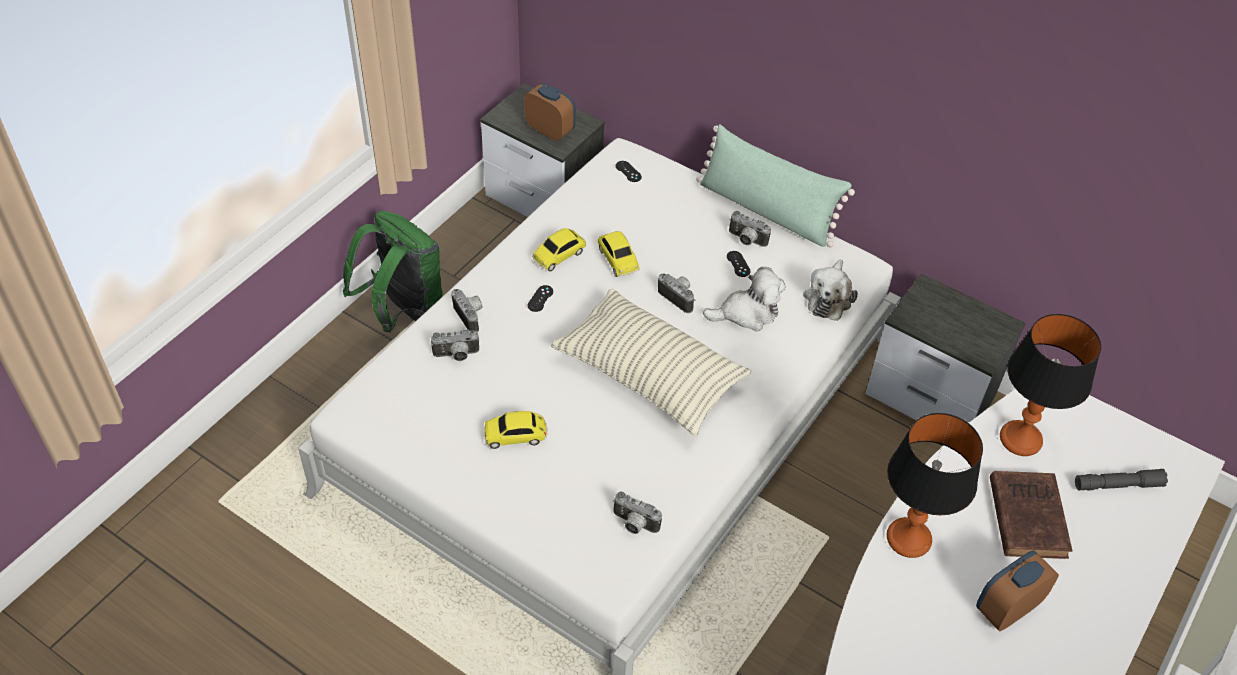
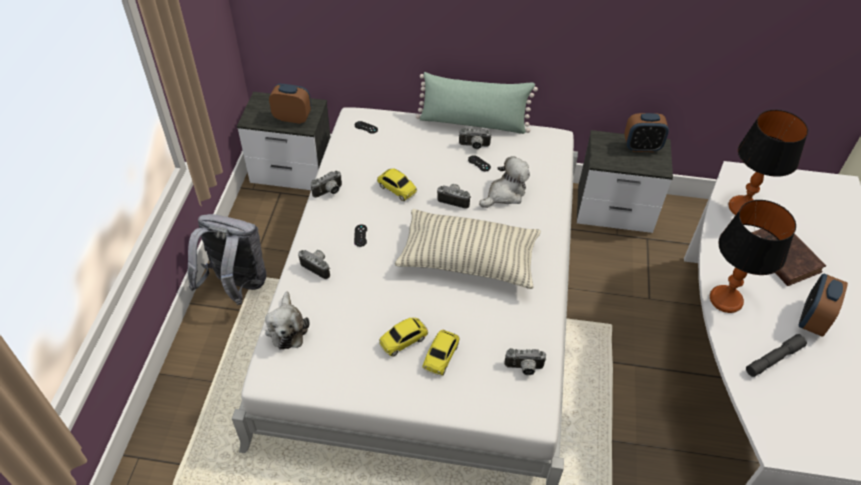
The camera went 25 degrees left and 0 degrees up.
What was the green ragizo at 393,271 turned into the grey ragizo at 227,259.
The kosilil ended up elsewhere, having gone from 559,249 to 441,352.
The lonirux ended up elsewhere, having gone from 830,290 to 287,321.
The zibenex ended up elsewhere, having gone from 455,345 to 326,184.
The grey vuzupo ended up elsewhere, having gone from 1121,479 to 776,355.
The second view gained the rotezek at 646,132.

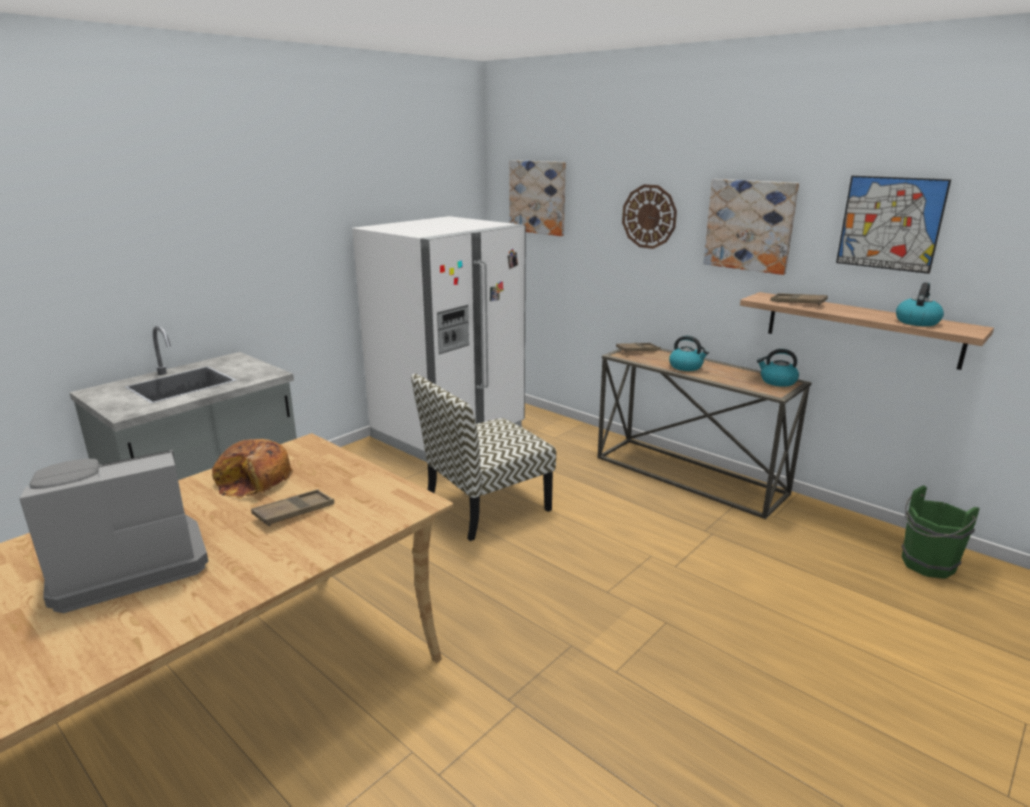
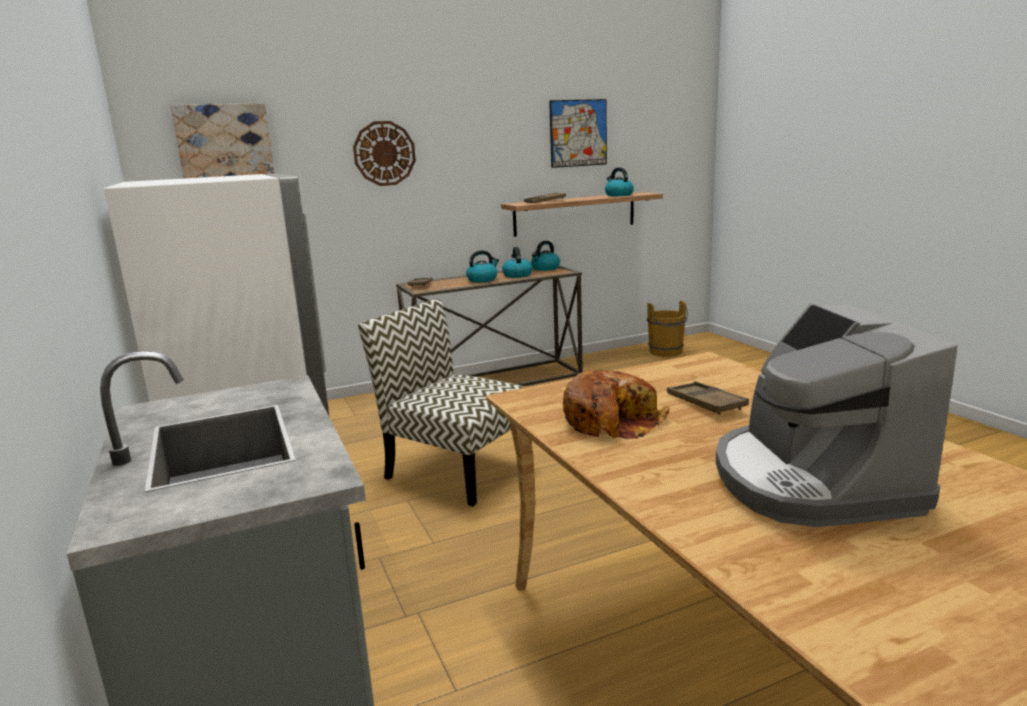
The camera went 65 degrees left and 5 degrees down.
The second view lost the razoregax at 751,227.
The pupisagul at 483,457 ended up facing another way, 135 degrees clockwise from before.
What was the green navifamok at 940,532 turned into the brown navifamok at 667,329.
The second view gained the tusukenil at 517,262.

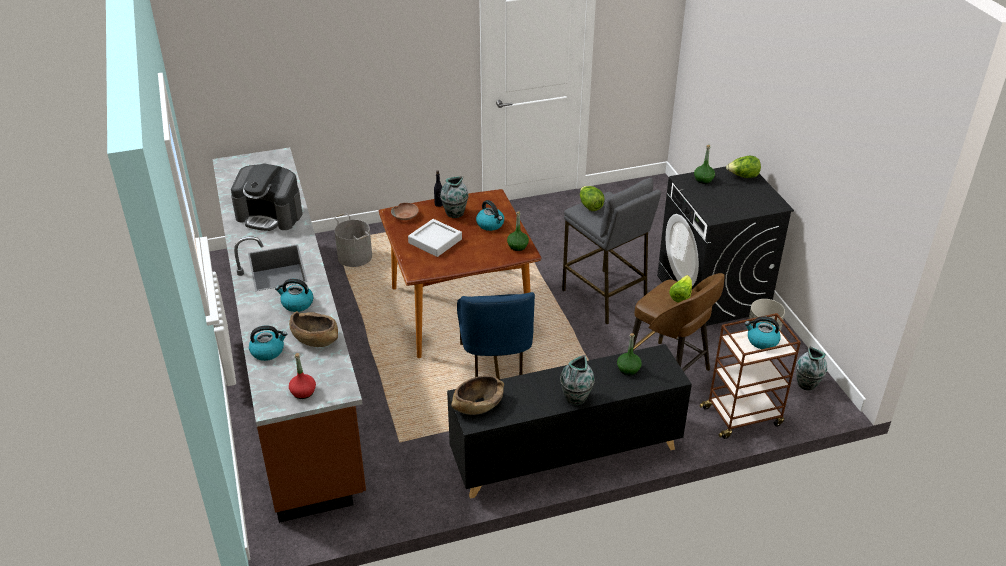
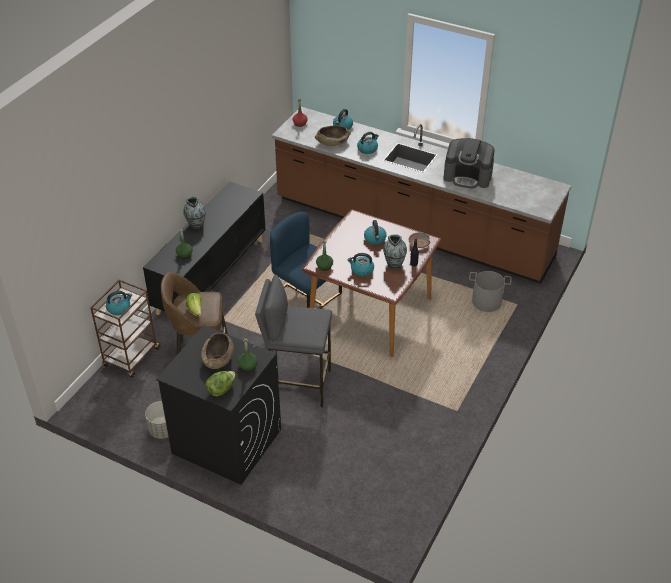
The camera went 135 degrees right and 5 degrees up.
The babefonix at 267,197 ended up facing another way, 135 degrees counterclockwise from before.
The second view lost the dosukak at 592,198.
Where the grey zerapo stood at 435,238, the tusukenil came to stand at 375,232.
The second view lost the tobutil at 811,368.
The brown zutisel ended up elsewhere, having gone from 477,395 to 217,351.

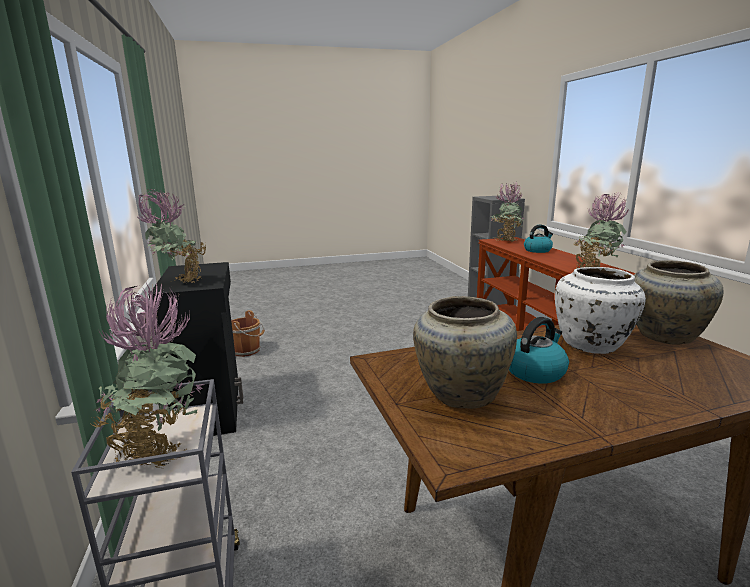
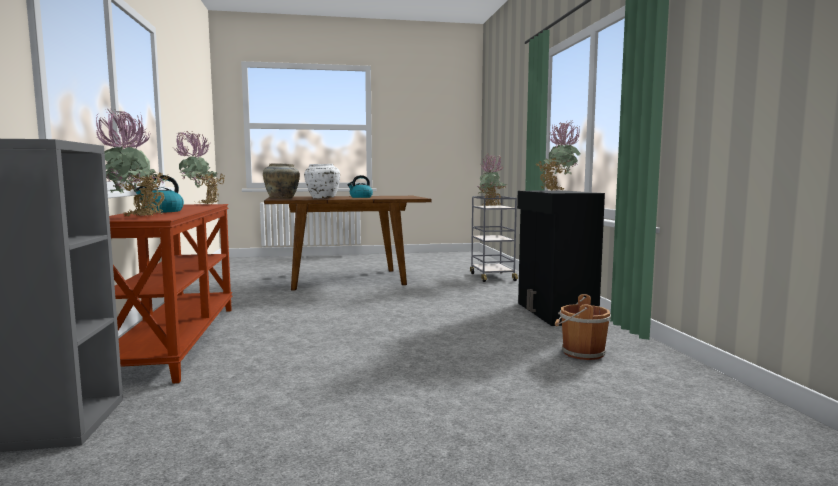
The camera went 175 degrees left and 10 degrees down.
The second view lost the beige tobutil at 465,352.

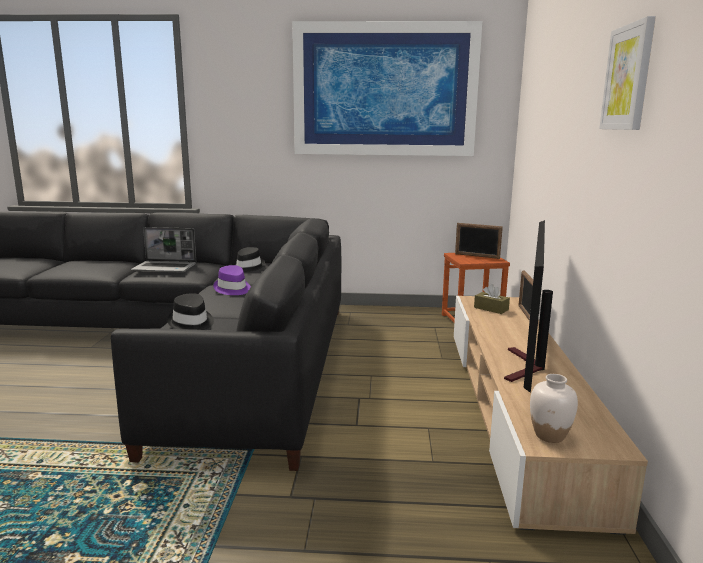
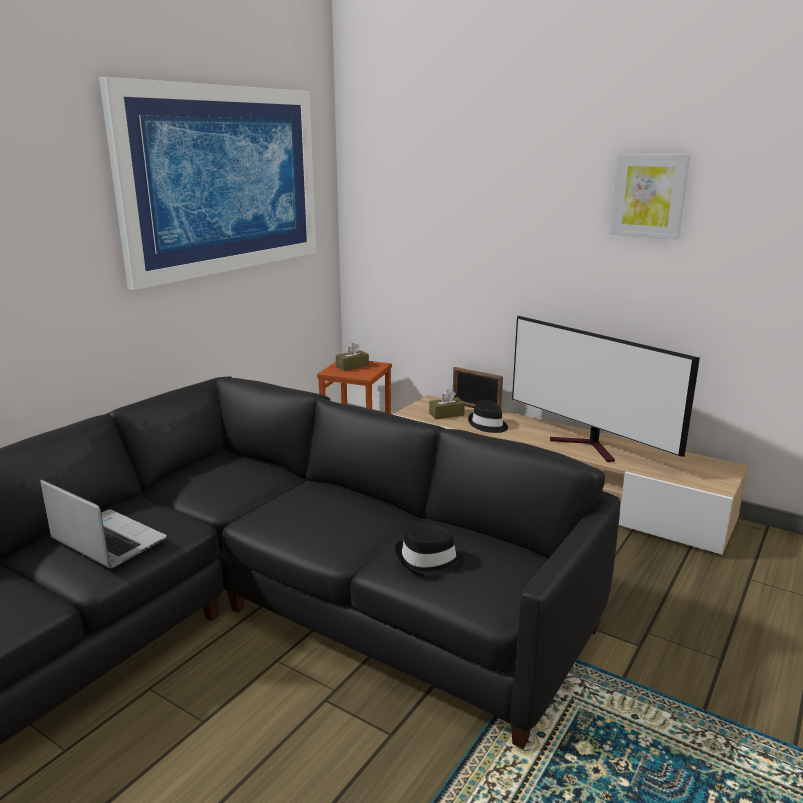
The camera went 60 degrees left and 5 degrees up.
Where the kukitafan stood at 479,241, the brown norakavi came to stand at 352,357.
The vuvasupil at 163,249 ended up facing another way, 90 degrees counterclockwise from before.
The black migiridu ended up elsewhere, having gone from 250,259 to 488,416.
The second view lost the purple migiridu at 232,280.
The second view lost the white tobutil at 554,408.

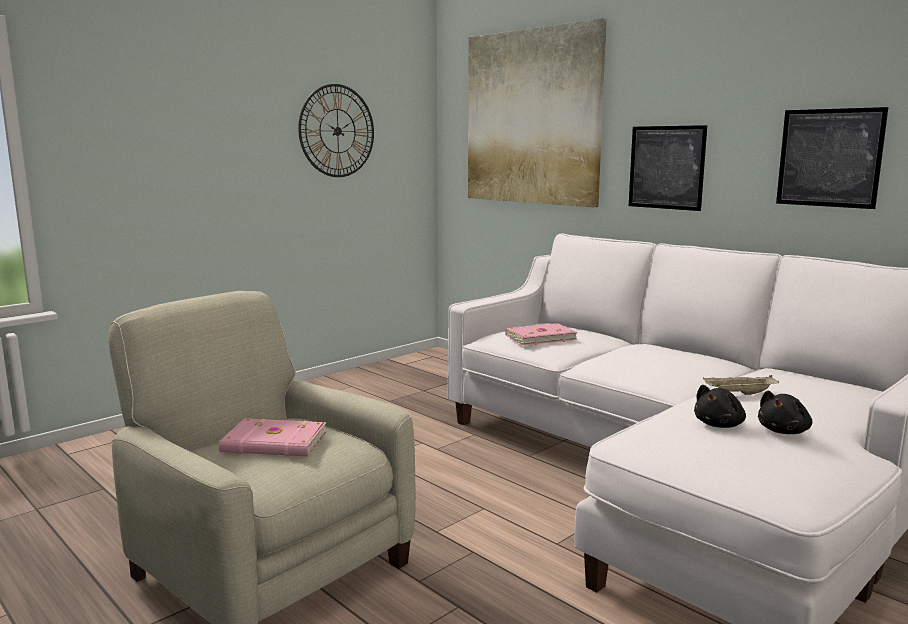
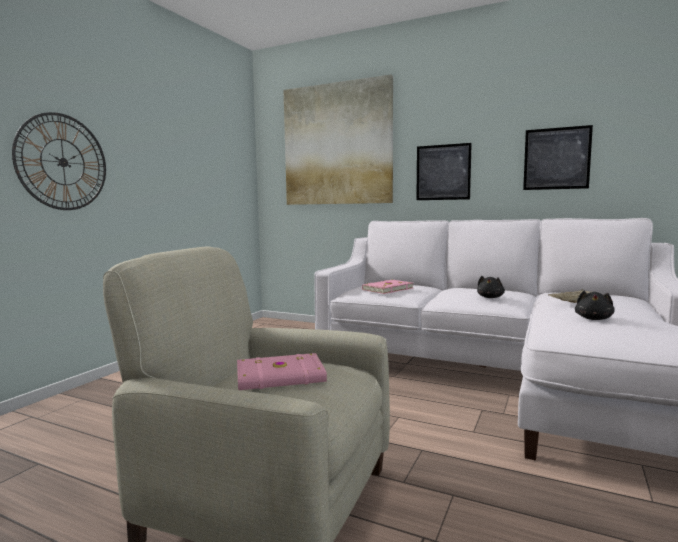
The camera went 20 degrees left and 5 degrees down.
The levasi ended up elsewhere, having gone from 336,130 to 59,161.
The black lonirux ended up elsewhere, having gone from 785,412 to 491,287.

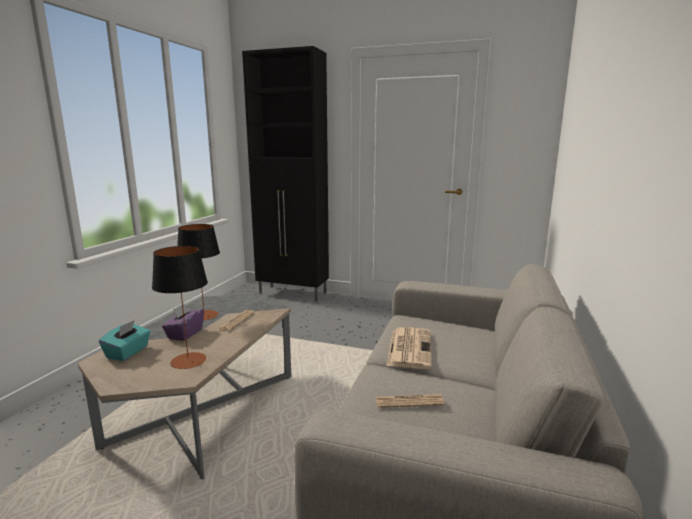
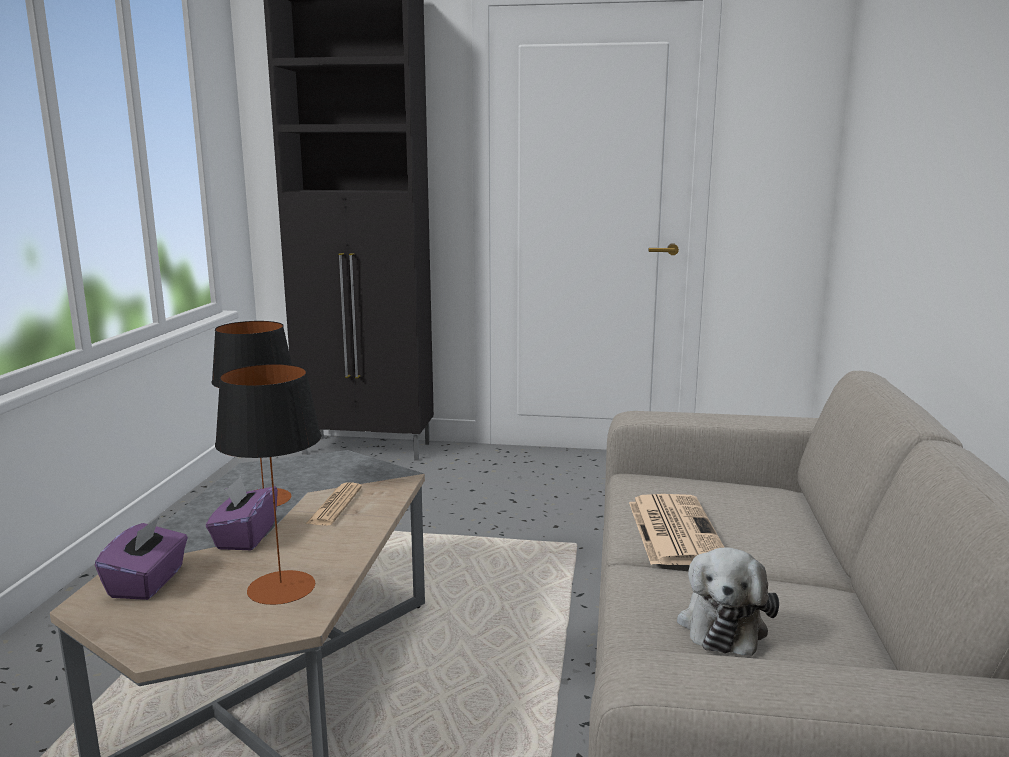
The camera went 10 degrees left and 0 degrees up.
What was the turquoise norakavi at 125,340 turned into the purple norakavi at 141,558.
Where the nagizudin stood at 410,401, the lonirux came to stand at 728,601.

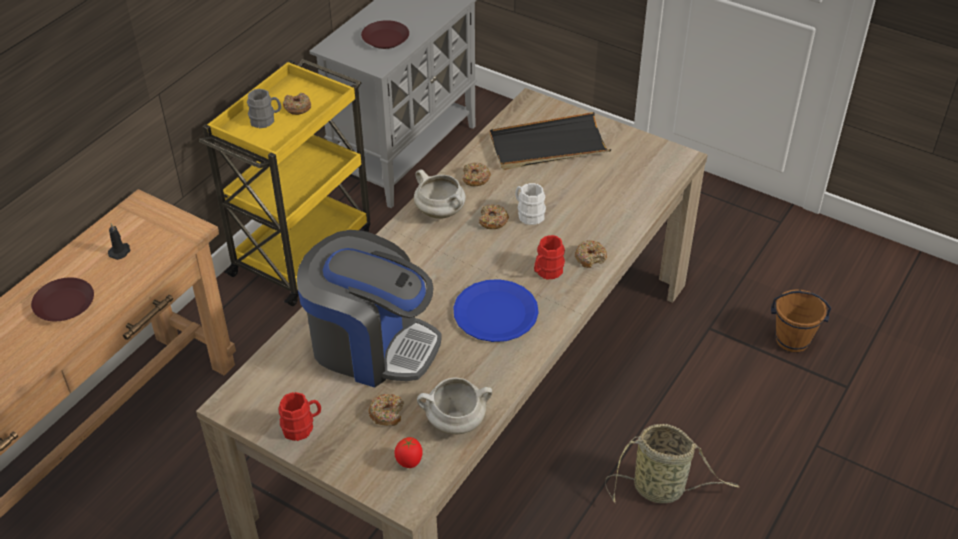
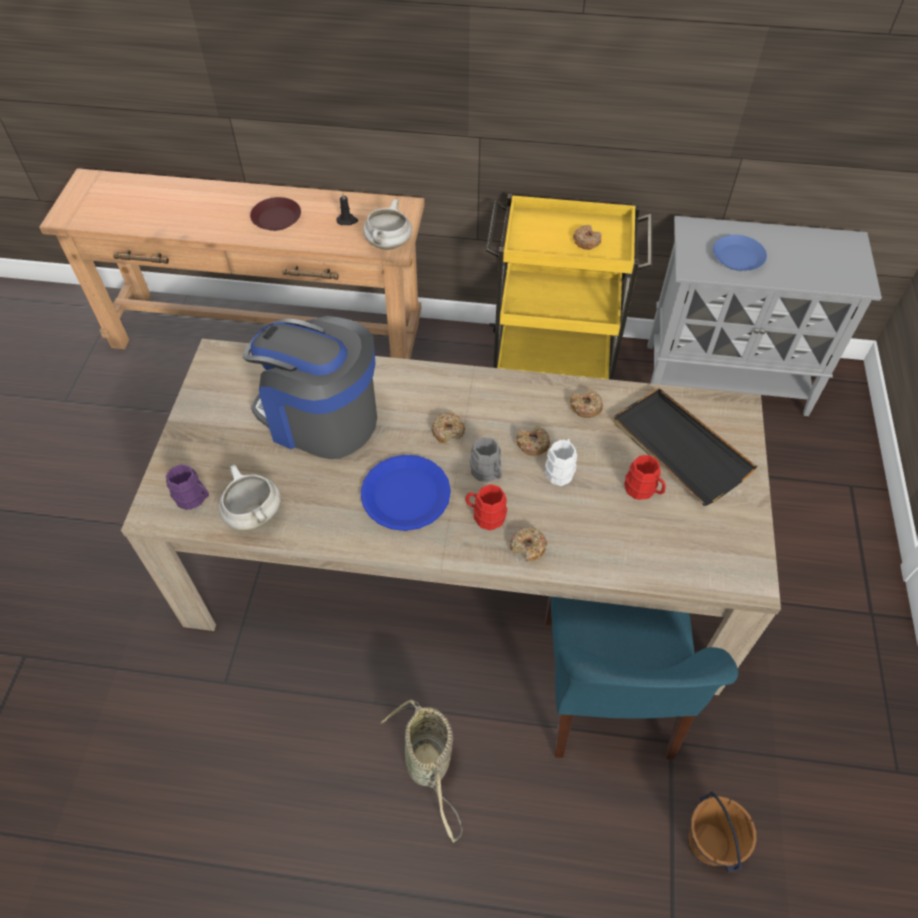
The camera went 65 degrees right and 10 degrees up.
What was the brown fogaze at 385,34 turned into the blue fogaze at 740,253.
The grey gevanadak ended up elsewhere, having gone from 264,108 to 486,459.
The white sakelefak ended up elsewhere, having gone from 440,194 to 387,224.
The babefonix at 369,309 ended up facing another way, 120 degrees clockwise from before.
The red gevanadak ended up elsewhere, having gone from 300,416 to 645,477.
The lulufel ended up elsewhere, having gone from 386,410 to 448,428.
Where the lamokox stood at 408,452, the purple gevanadak came to stand at 187,487.
The second view gained the blue pupisagul at 641,677.

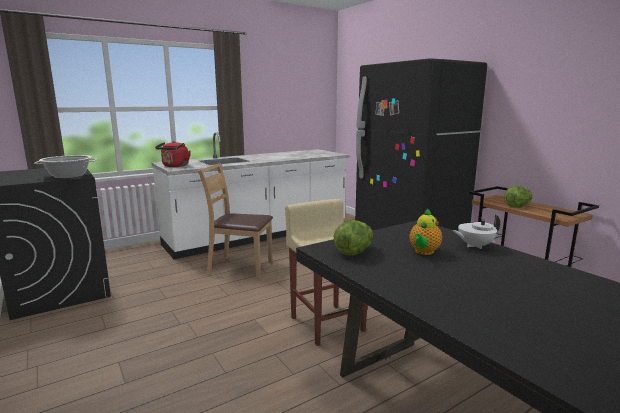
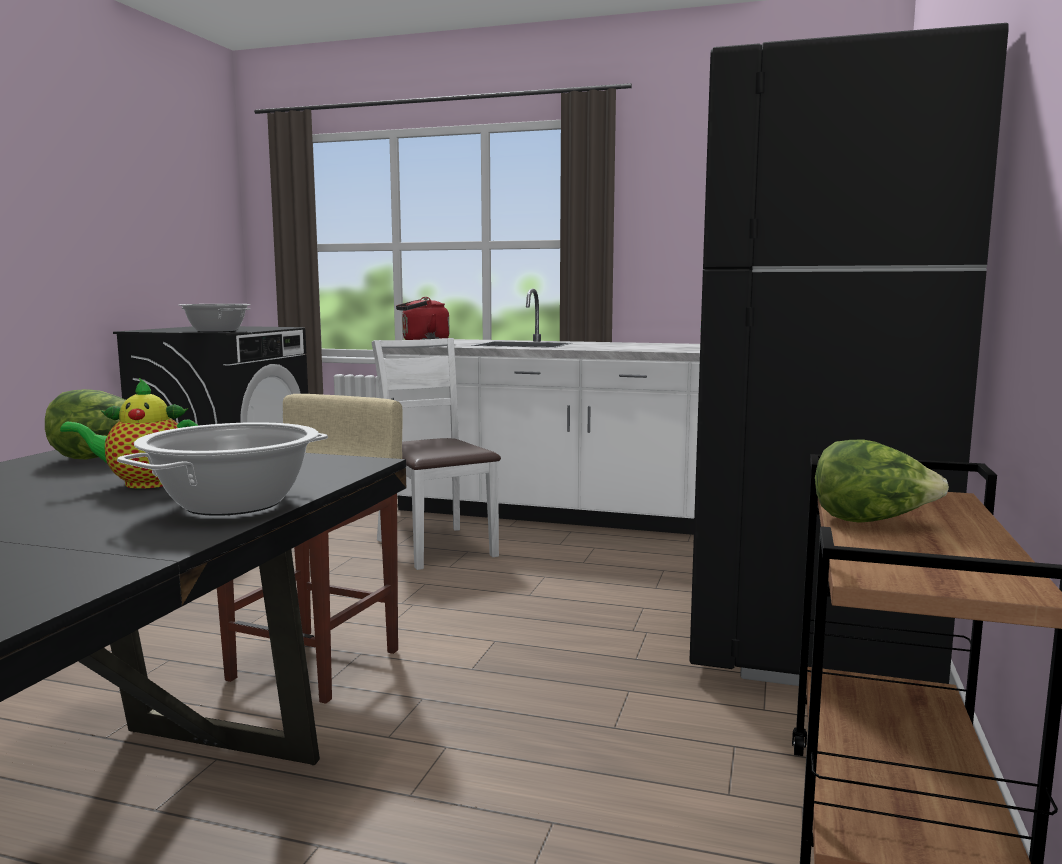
The camera went 50 degrees right and 5 degrees down.
What was the brown pupisagul at 235,221 turned into the white pupisagul at 436,454.
Where the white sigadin stood at 476,231, the sakelefak came to stand at 222,469.

